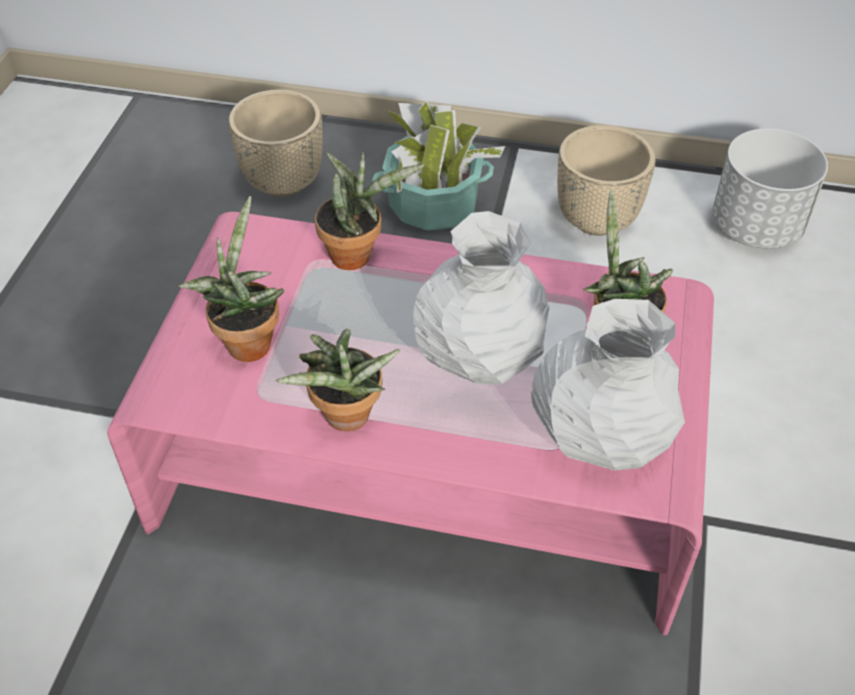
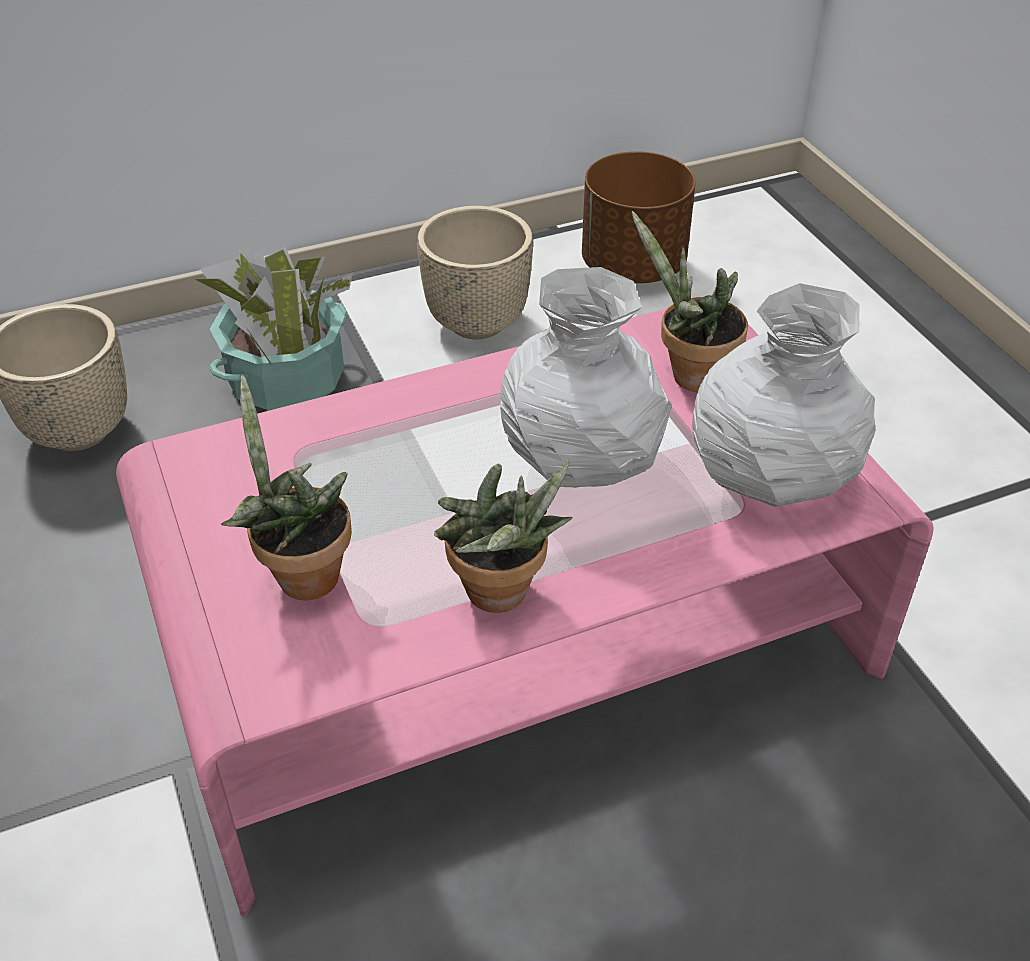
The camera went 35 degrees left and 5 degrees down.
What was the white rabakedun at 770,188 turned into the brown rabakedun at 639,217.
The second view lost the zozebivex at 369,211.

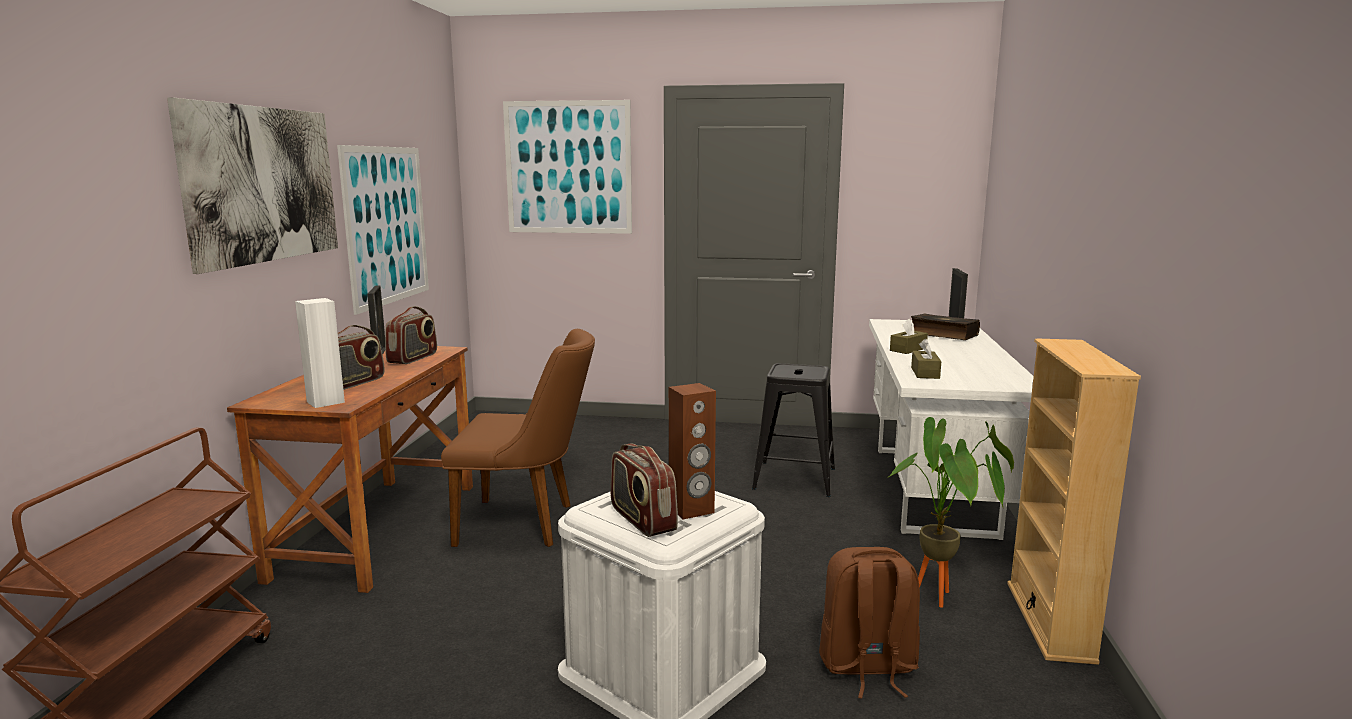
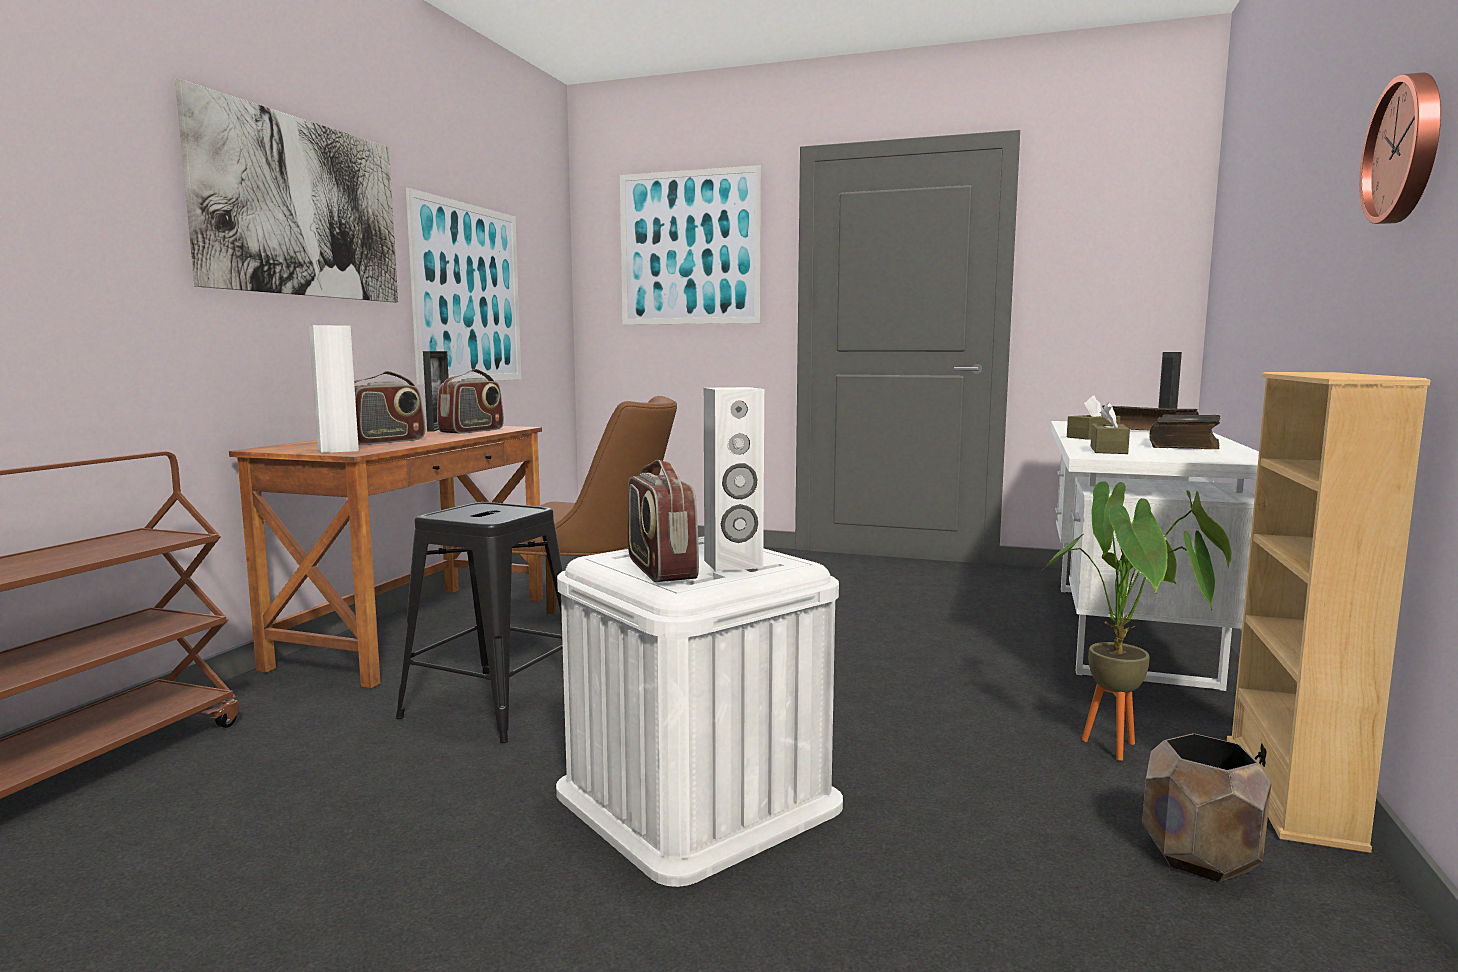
The camera went 10 degrees right and 5 degrees down.
The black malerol ended up elsewhere, having gone from 793,430 to 479,622.
What was the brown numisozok at 692,451 turned into the white numisozok at 734,479.
The second view lost the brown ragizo at 869,622.
The second view gained the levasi at 1400,148.
The second view gained the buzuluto at 1185,432.
The second view gained the brown rabakedun at 1207,807.

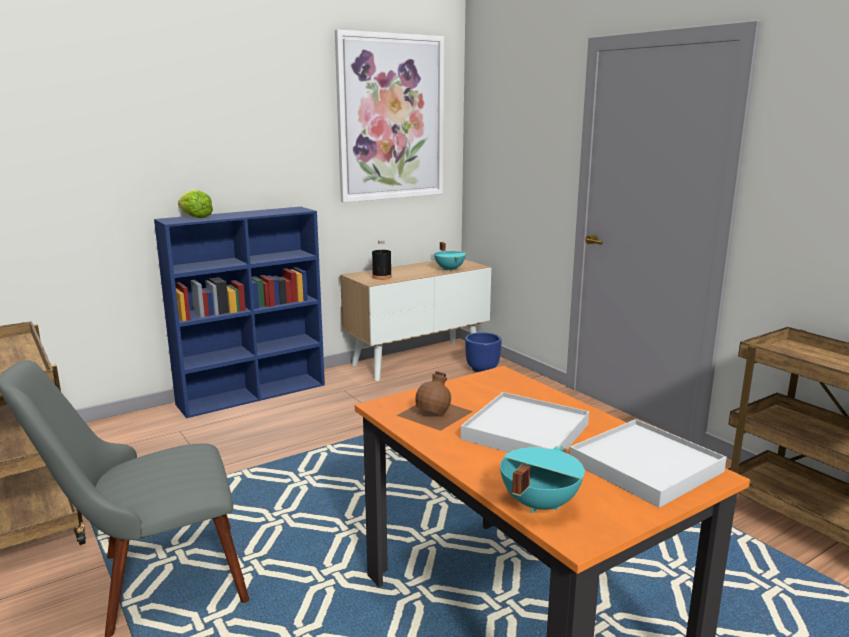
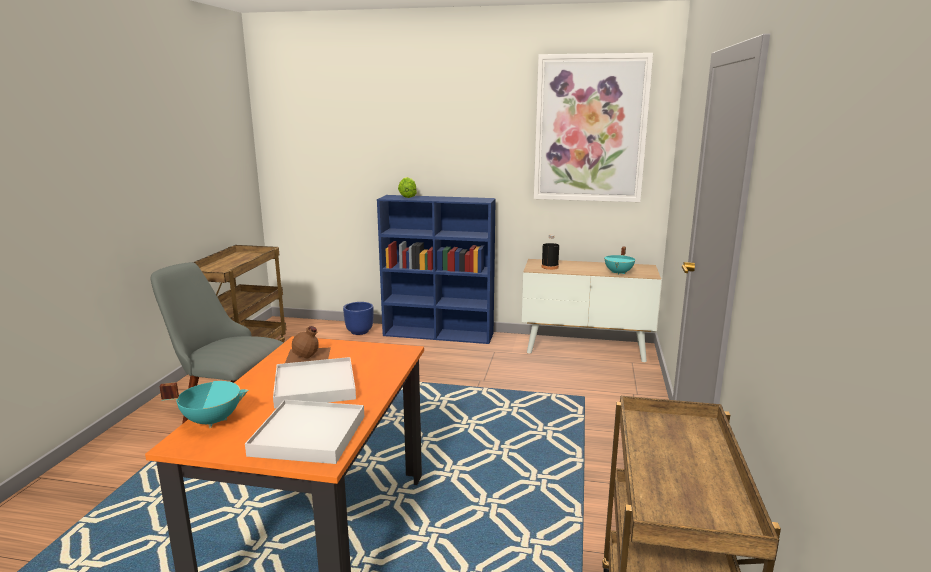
The camera went 45 degrees right and 0 degrees up.
The blue rabakedun ended up elsewhere, having gone from 483,352 to 358,318.

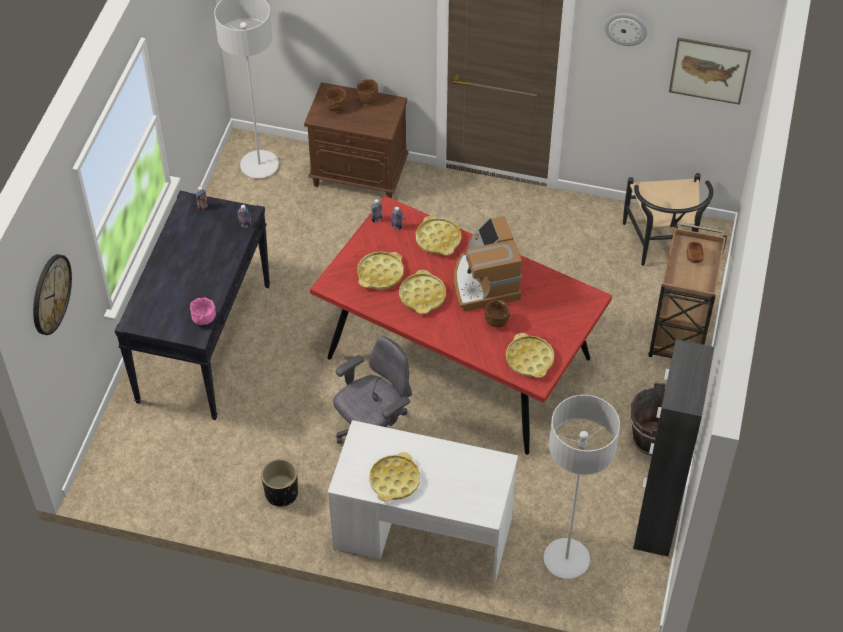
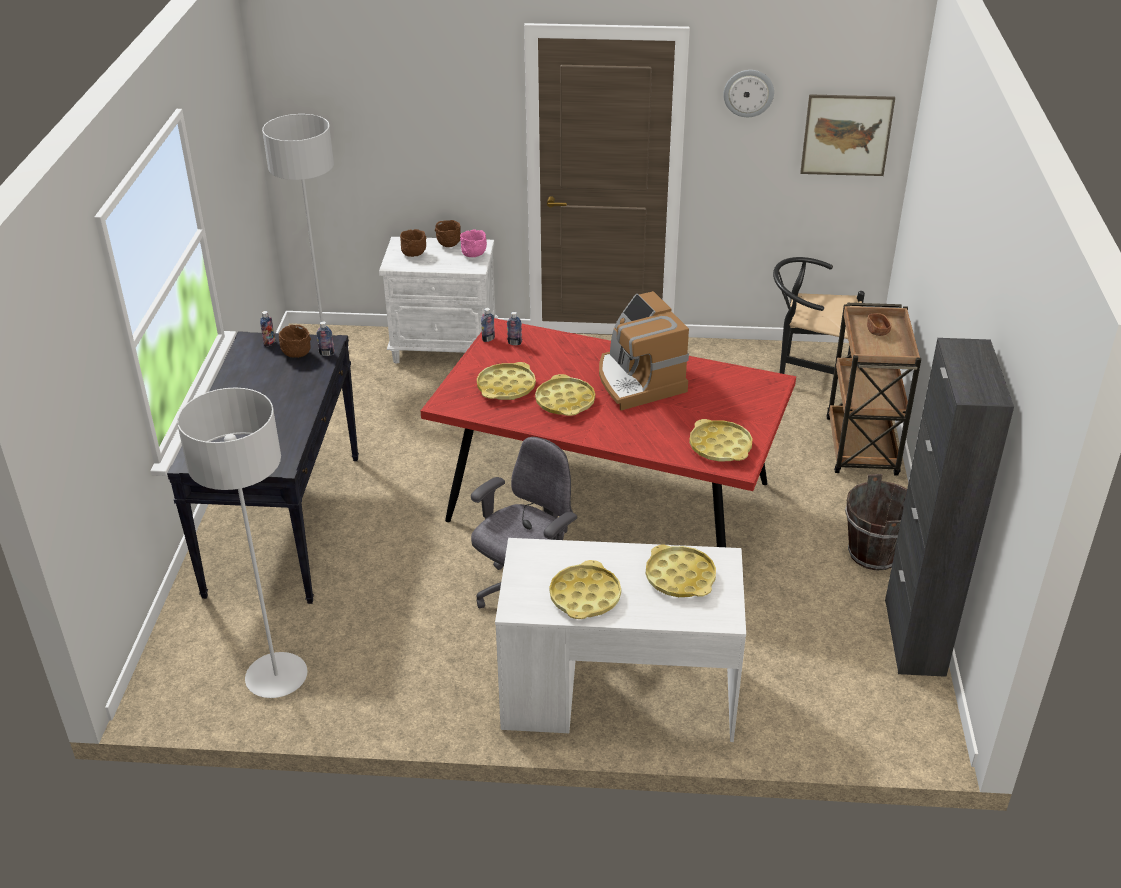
The camera went 10 degrees left and 15 degrees down.
What was the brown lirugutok at 356,140 turned into the white lirugutok at 438,300.
The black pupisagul at 668,219 ended up facing another way, 120 degrees clockwise from before.
The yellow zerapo ended up elsewhere, having gone from 438,236 to 681,571.
The second view lost the levasi at 52,294.
The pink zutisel ended up elsewhere, having gone from 203,311 to 473,243.
The brown zutisel ended up elsewhere, having gone from 497,313 to 295,341.
The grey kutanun ended up elsewhere, having gone from 582,487 to 242,543.
The second view lost the black rabakedun at 279,483.

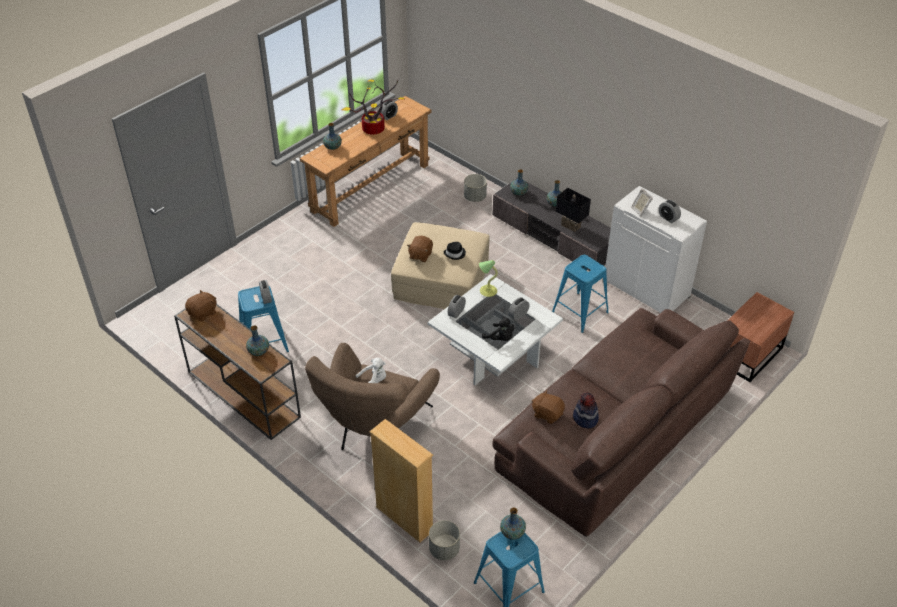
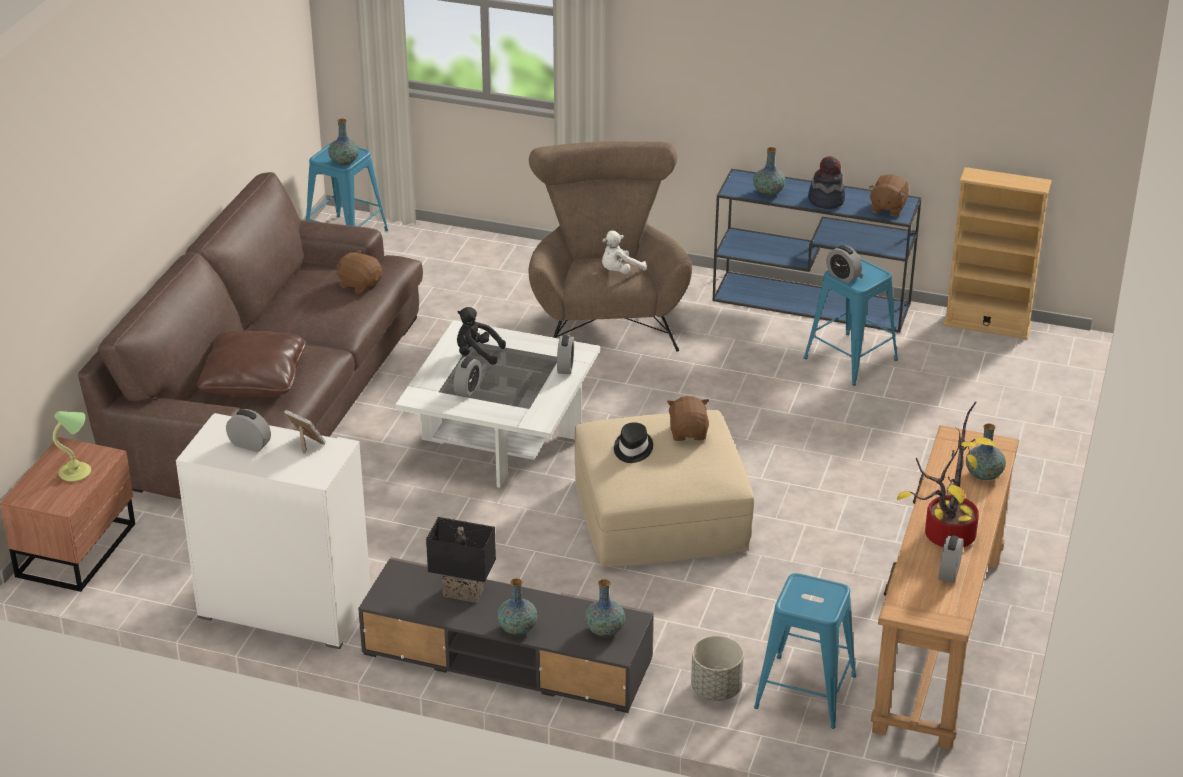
The camera went 155 degrees right and 10 degrees down.
The blue malerol ended up elsewhere, having gone from 580,294 to 805,651.
The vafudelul ended up elsewhere, having gone from 488,278 to 72,446.
What was the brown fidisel at 237,372 turned into the blue fidisel at 817,251.
The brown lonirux at 548,407 ended up facing another way, 150 degrees counterclockwise from before.
The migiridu ended up elsewhere, having gone from 586,410 to 826,182.
The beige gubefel ended up elsewhere, having gone from 401,481 to 997,253.
The second view lost the grey rabakedun at 444,540.
The second view gained the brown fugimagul at 251,363.

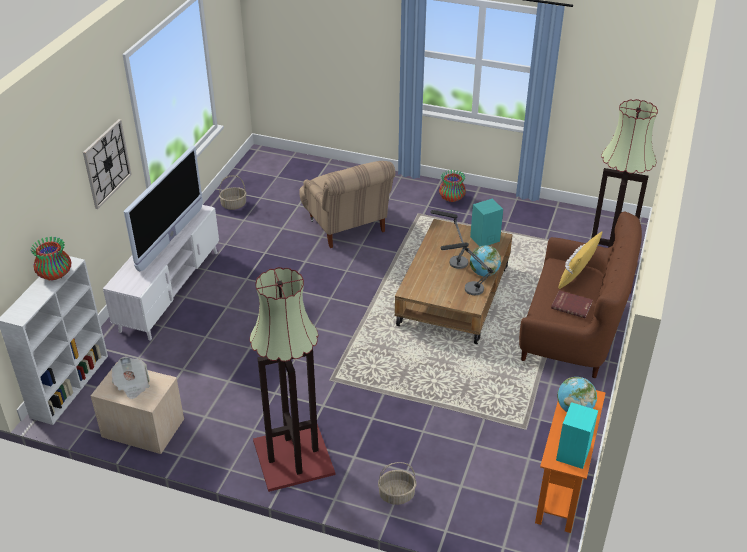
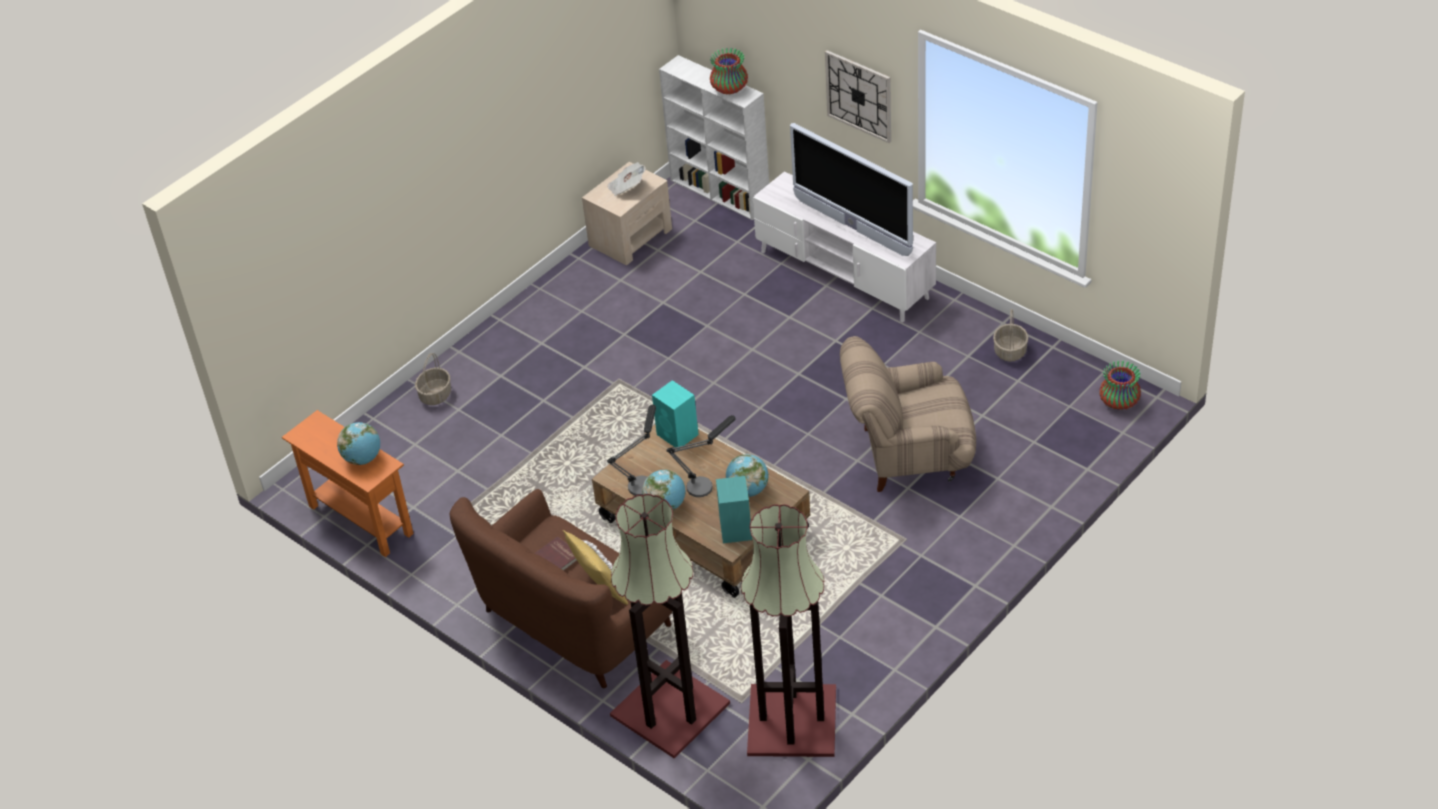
The camera went 115 degrees right and 5 degrees up.
The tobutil ended up elsewhere, having gone from 452,186 to 1120,385.
The kutanun ended up elsewhere, having gone from 292,379 to 788,630.
The turquoise numisozok ended up elsewhere, having gone from 577,435 to 675,414.
The second view gained the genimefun at 747,475.

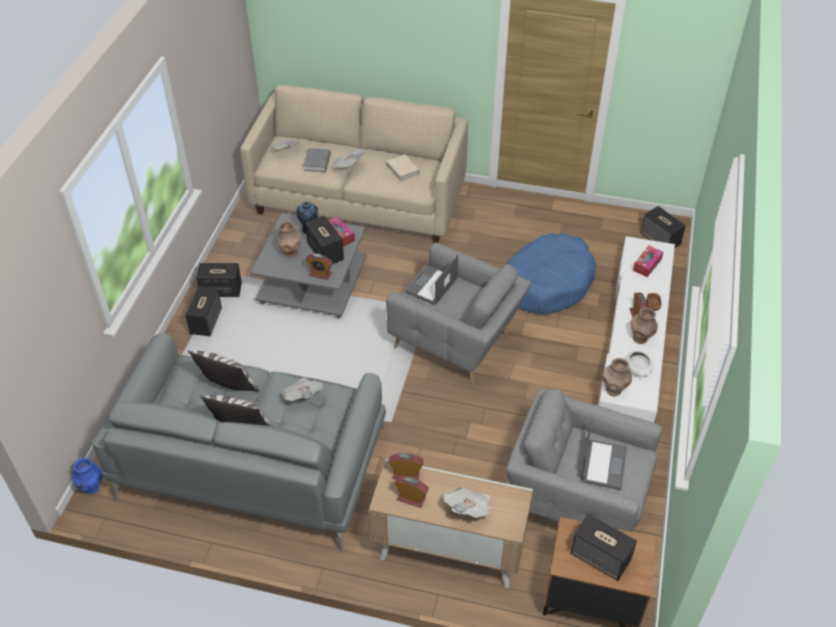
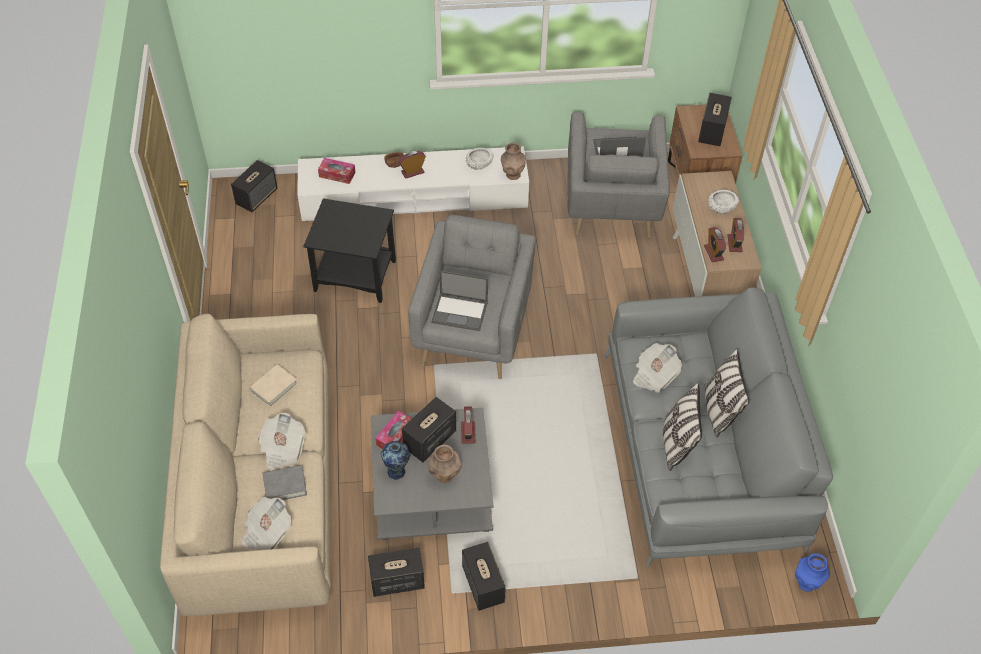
The camera went 110 degrees left and 5 degrees up.
Where the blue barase stood at 549,273, the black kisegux came to stand at 349,250.
The numisozok ended up elsewhere, having gone from 203,311 to 396,572.
The second view lost the brown tobutil at 644,325.
Where the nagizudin stood at 467,502, the white zutisel came to stand at 723,201.

